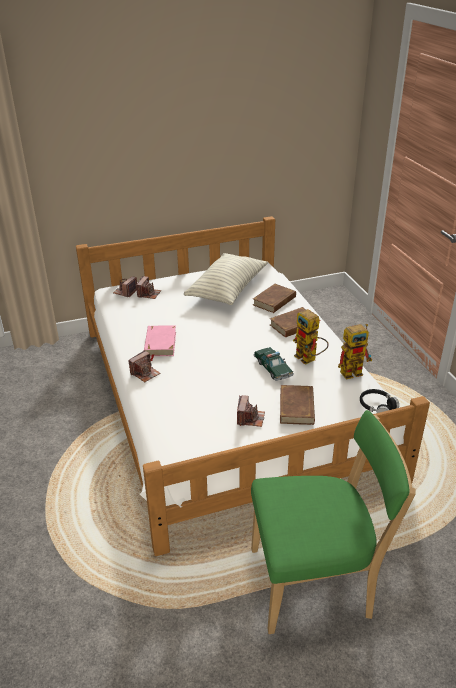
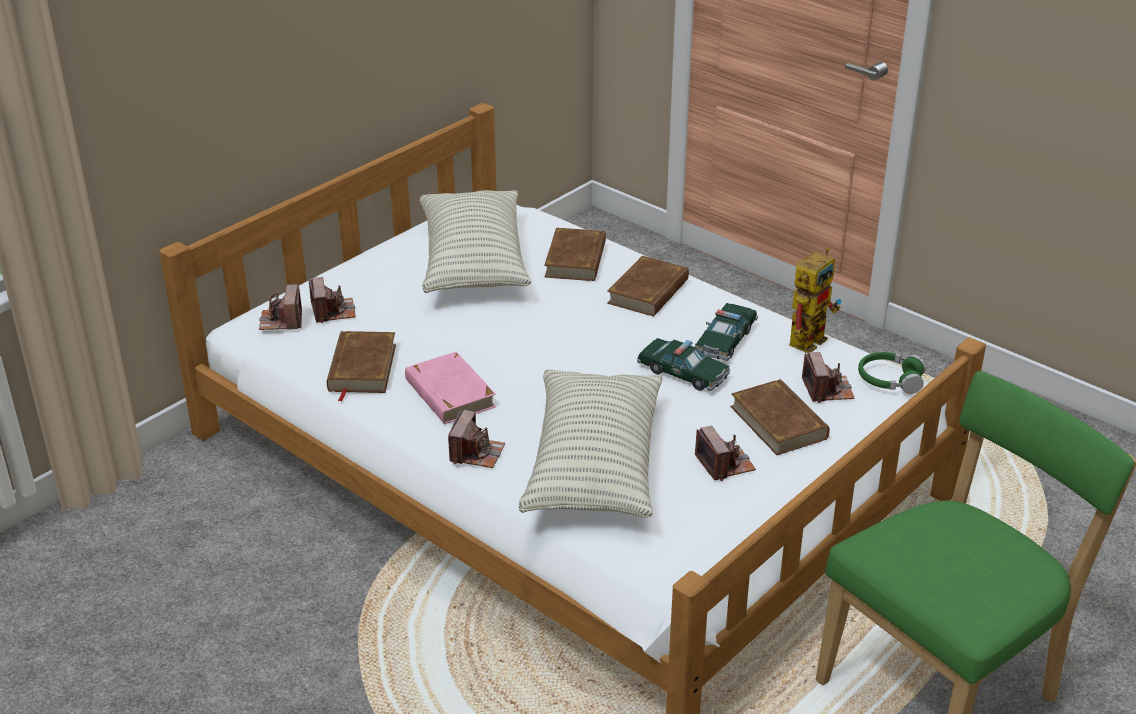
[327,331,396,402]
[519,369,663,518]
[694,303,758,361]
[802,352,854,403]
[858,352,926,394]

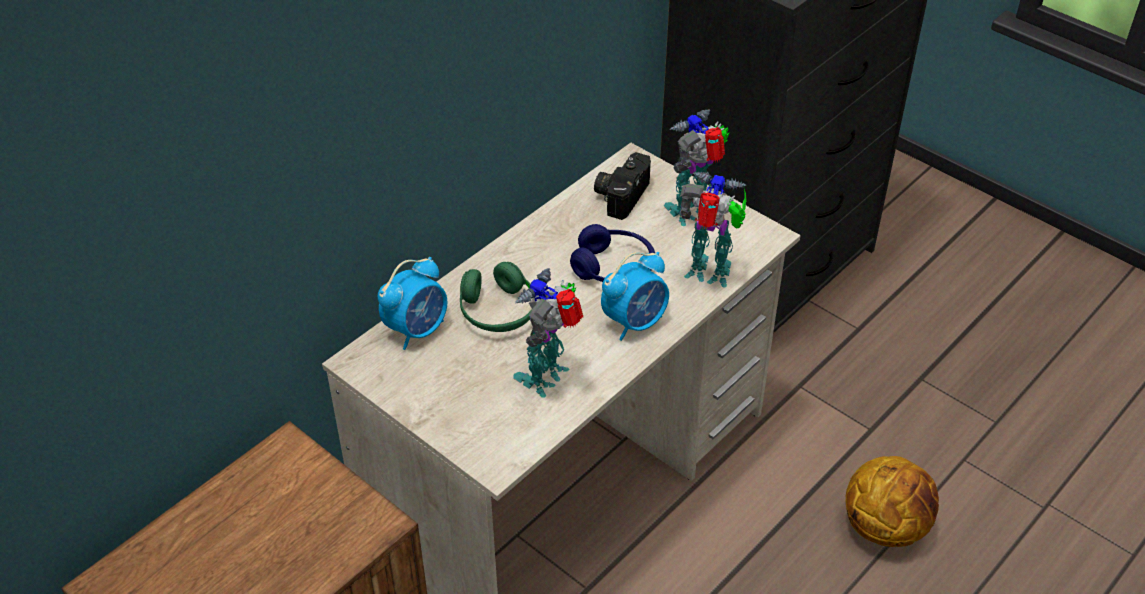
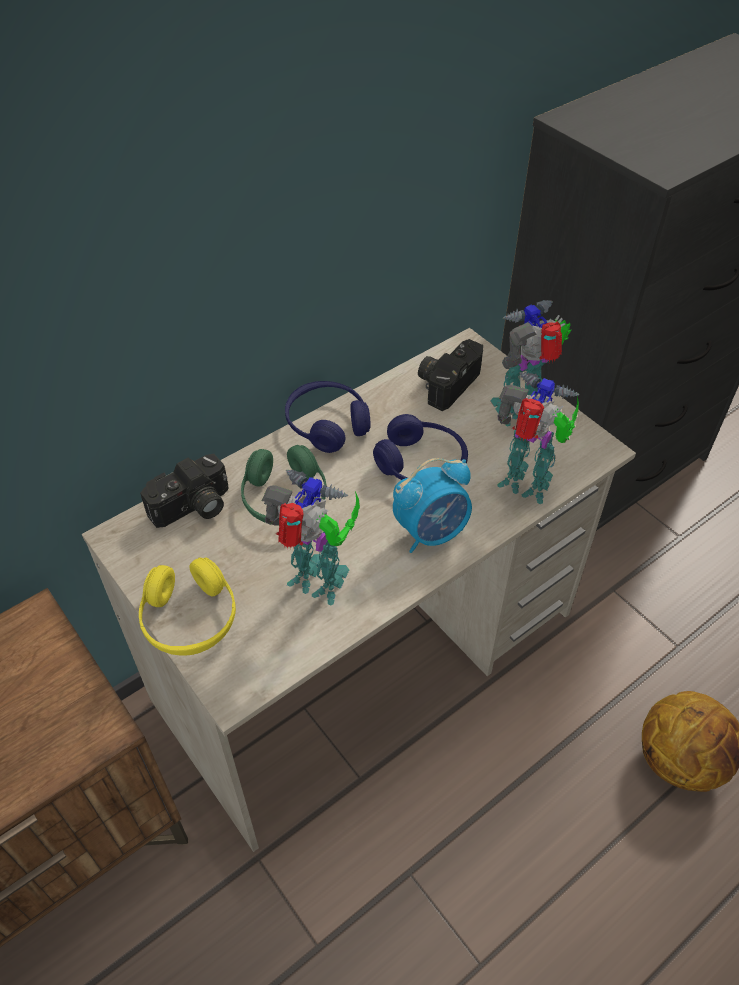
[139,557,236,656]
[140,454,229,528]
[262,470,360,605]
[285,381,371,453]

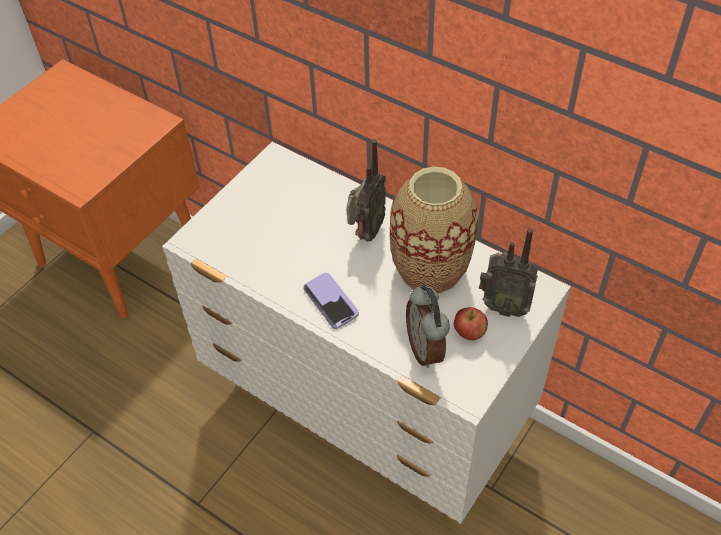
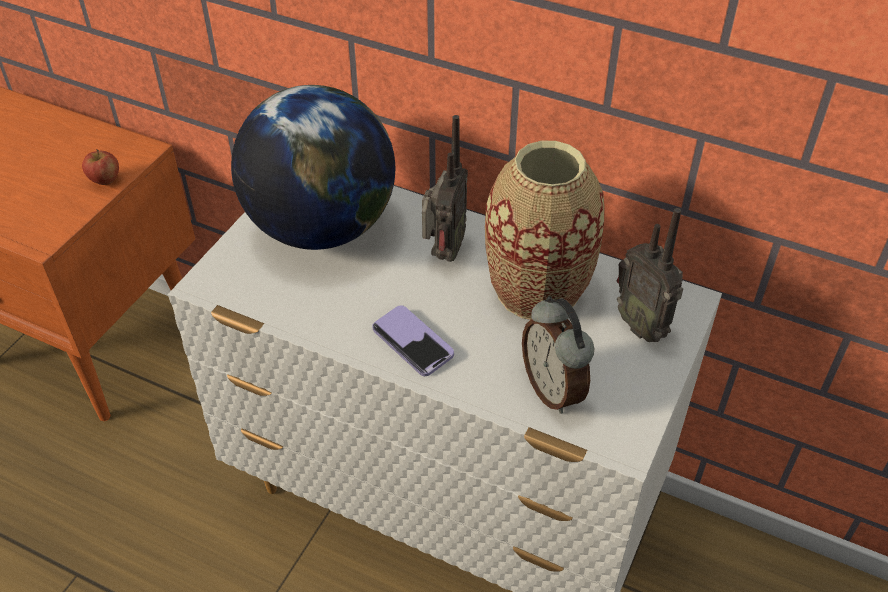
[82,149,119,185]
[231,85,395,250]
[616,208,683,342]

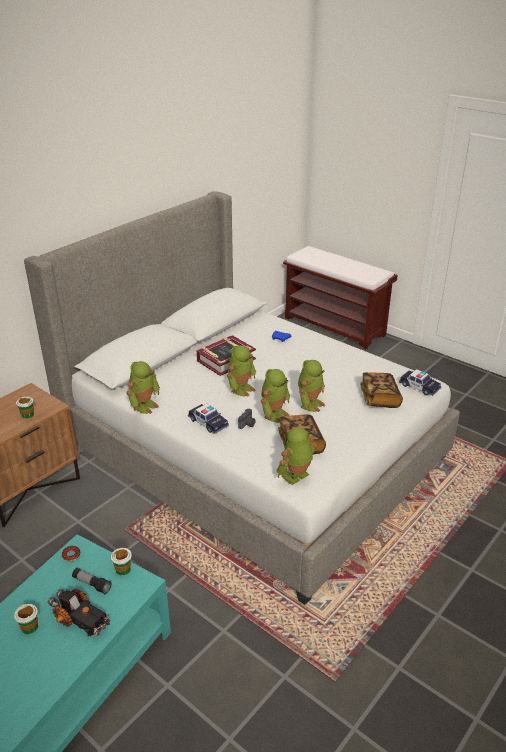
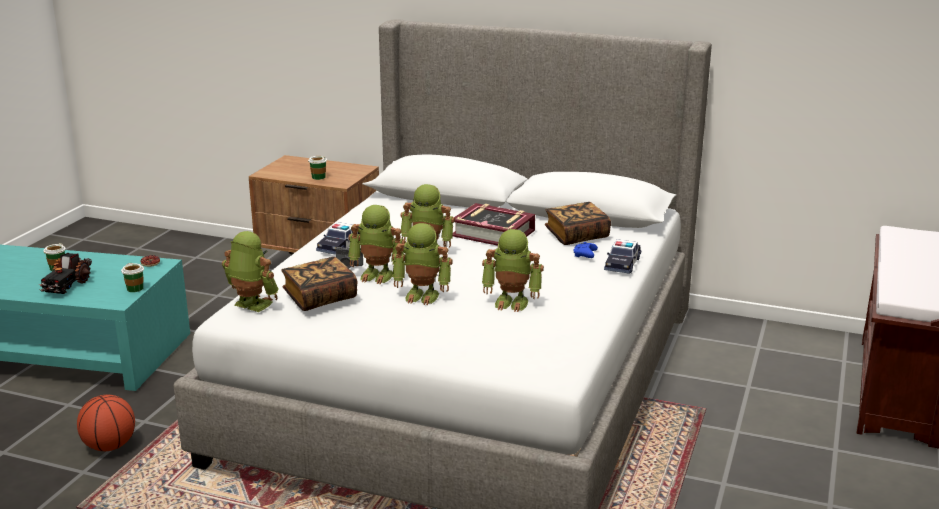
[77,395,135,451]
[482,229,544,312]
[545,202,611,245]
[604,239,641,274]
[72,568,112,594] (first image)

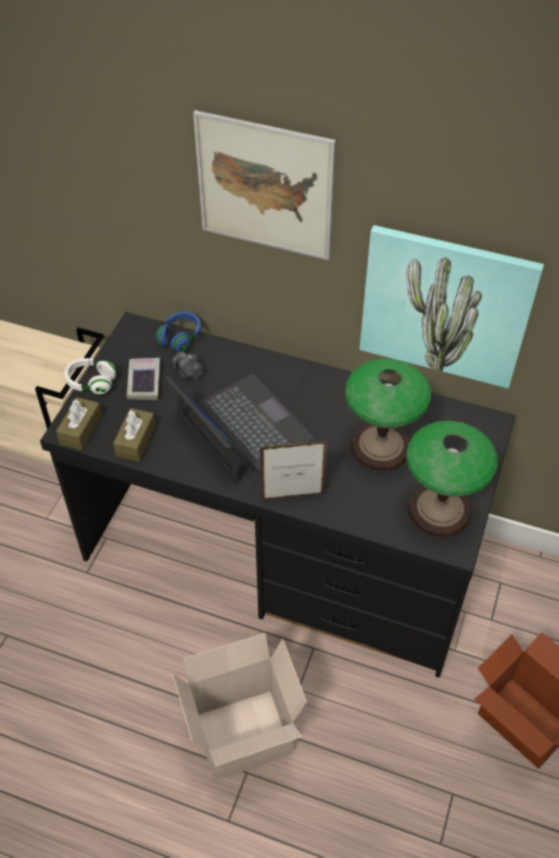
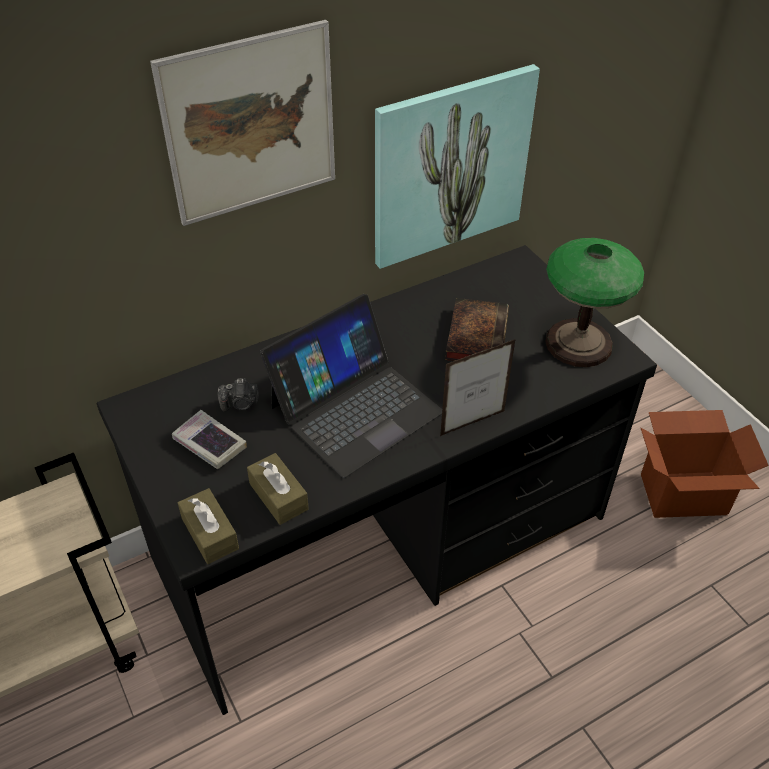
[260,294,442,478]
[440,339,516,436]
[445,298,509,361]
[65,358,117,395] (first image)
[156,311,201,352] (first image)
[172,633,307,781] (first image)

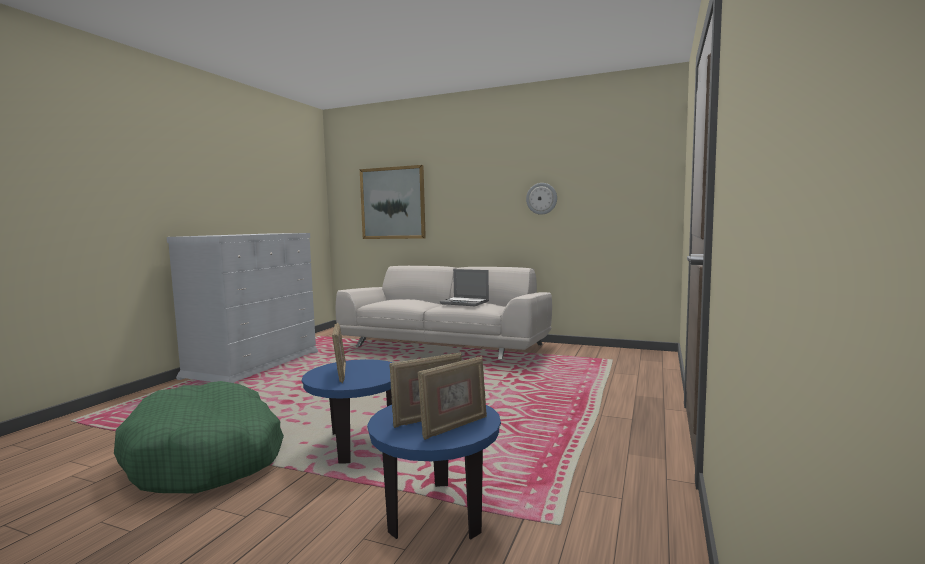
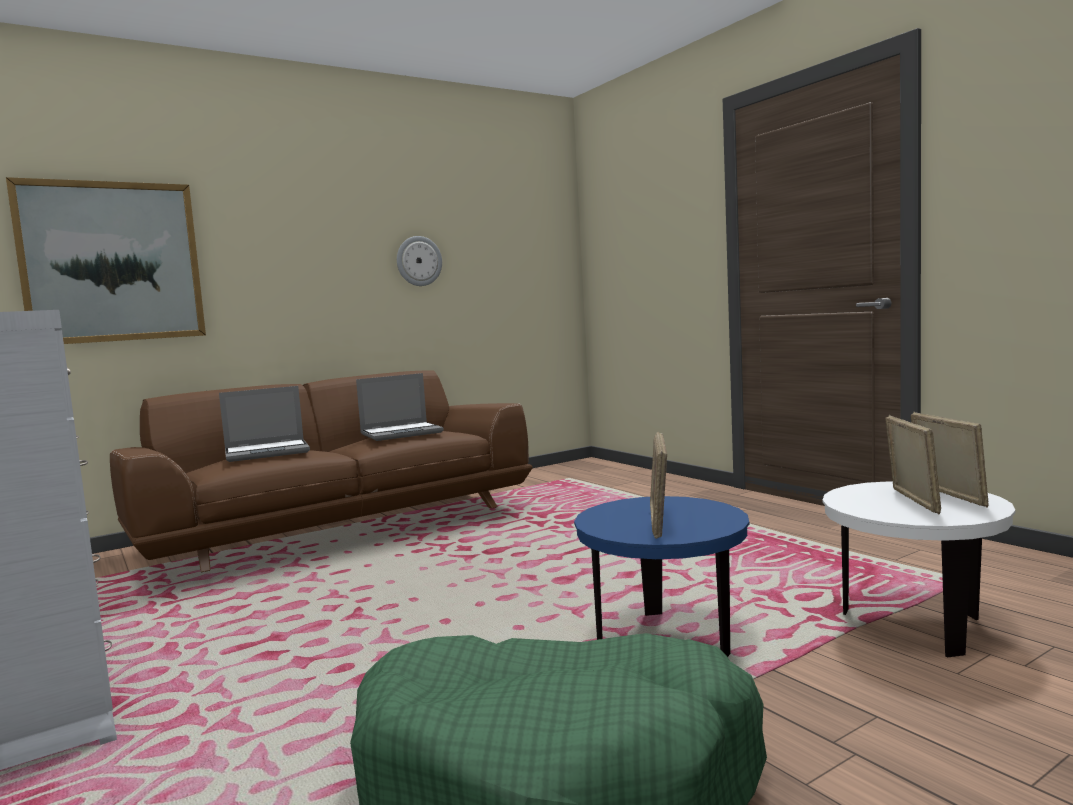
[110,370,533,572]
[219,386,310,462]
[650,432,667,539]
[823,481,1016,658]

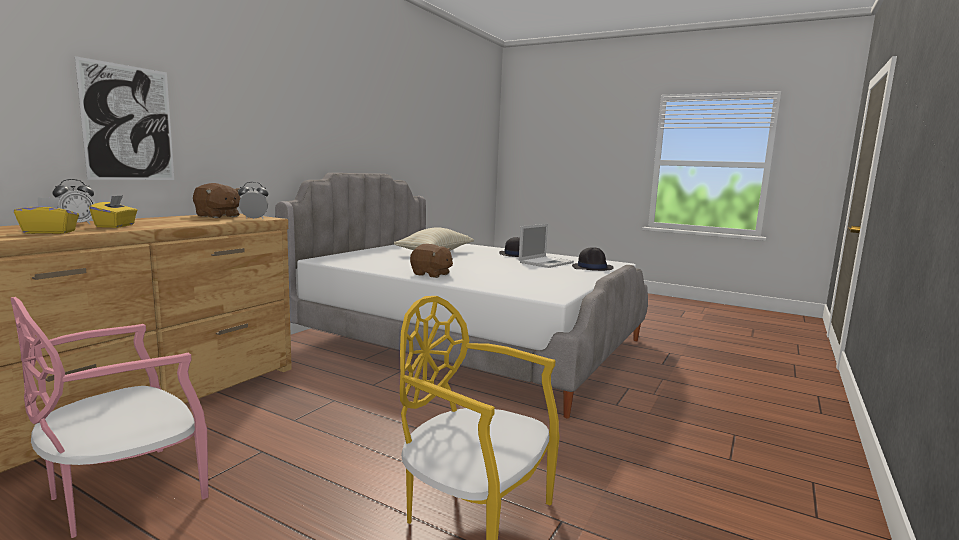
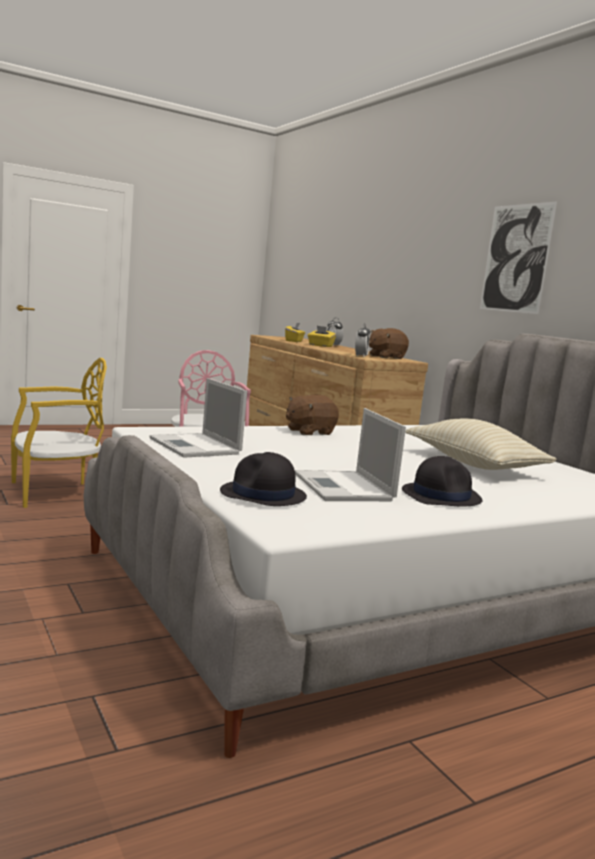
[150,378,247,458]
[480,201,557,314]

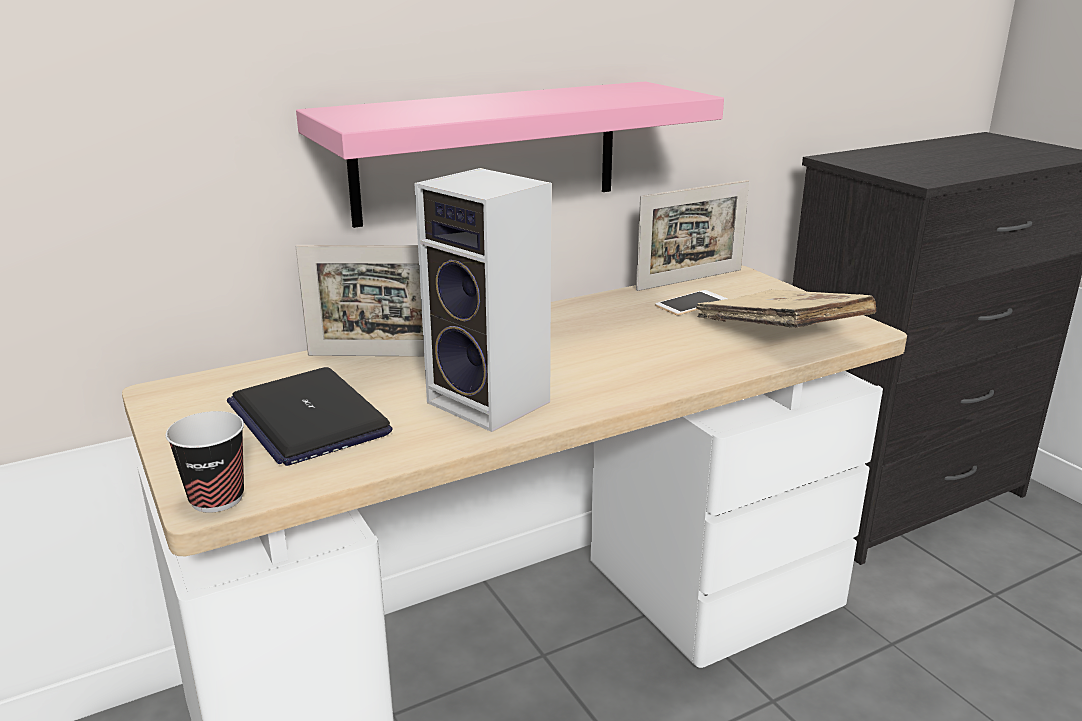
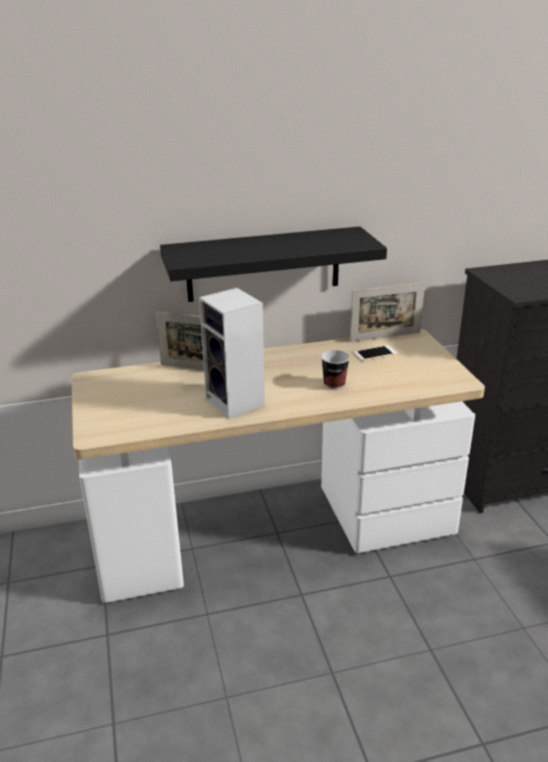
[160,227,387,302]
[321,350,350,390]
[227,367,392,466] (first image)
[696,289,876,328] (first image)

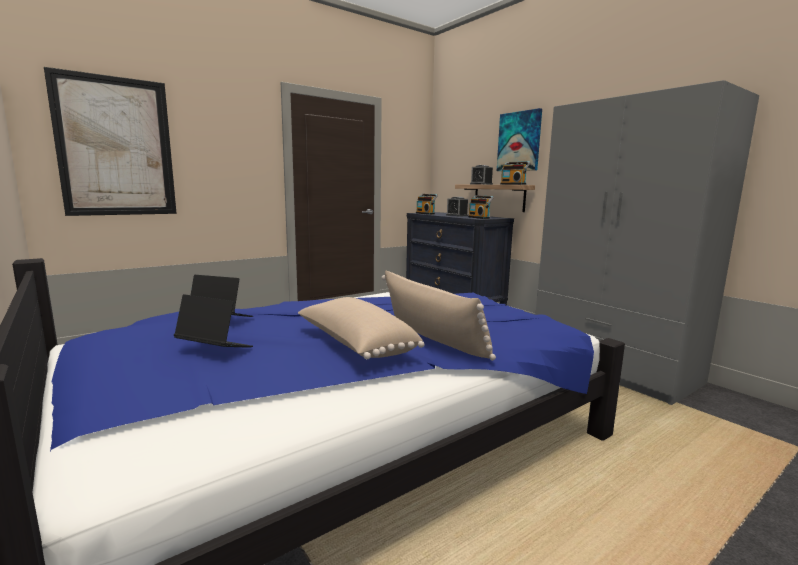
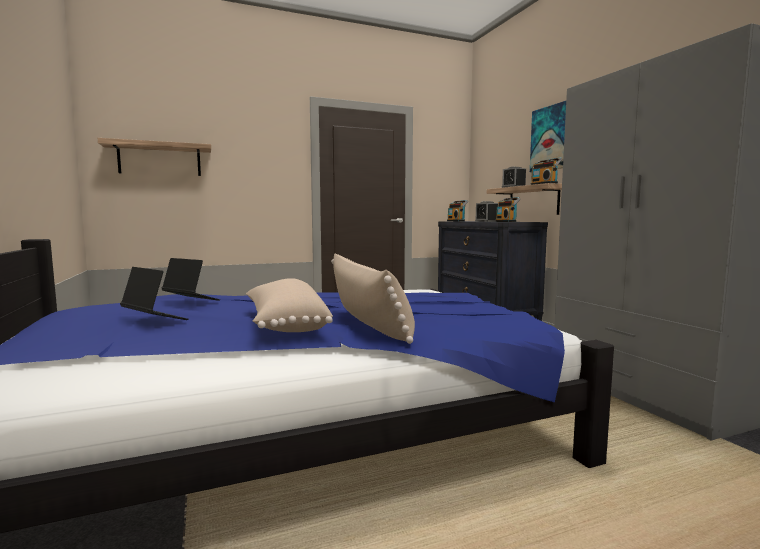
[98,138,211,176]

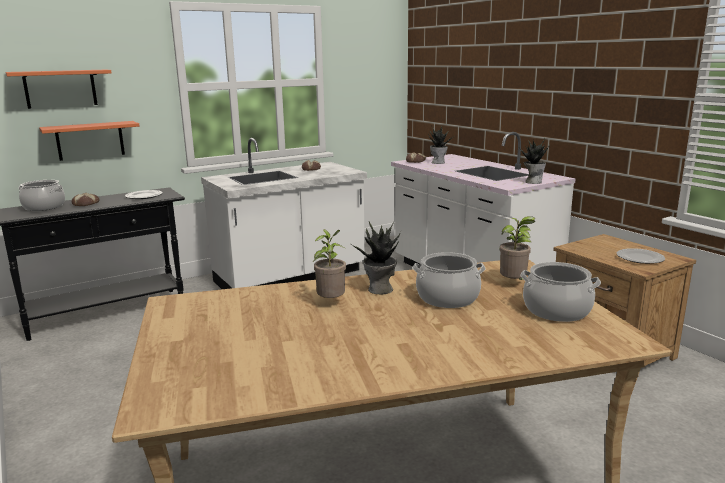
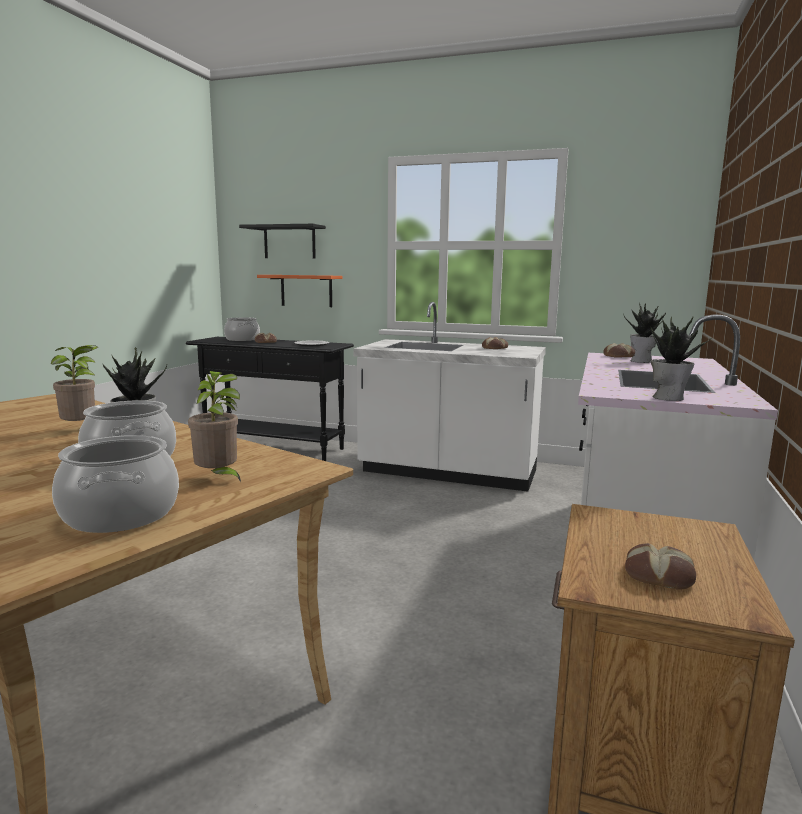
[239,224,326,258]
[625,543,696,590]

